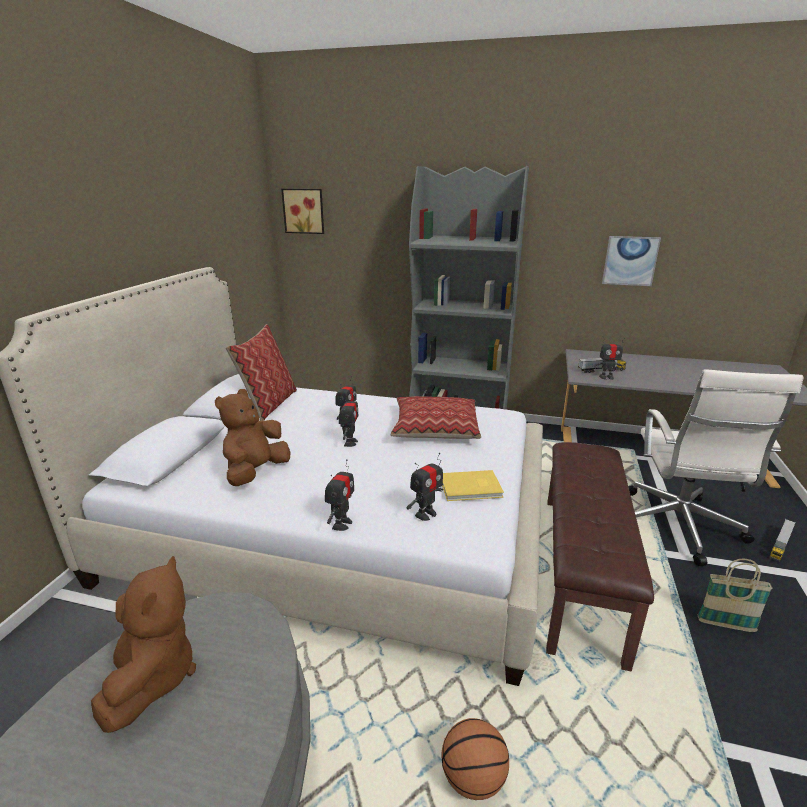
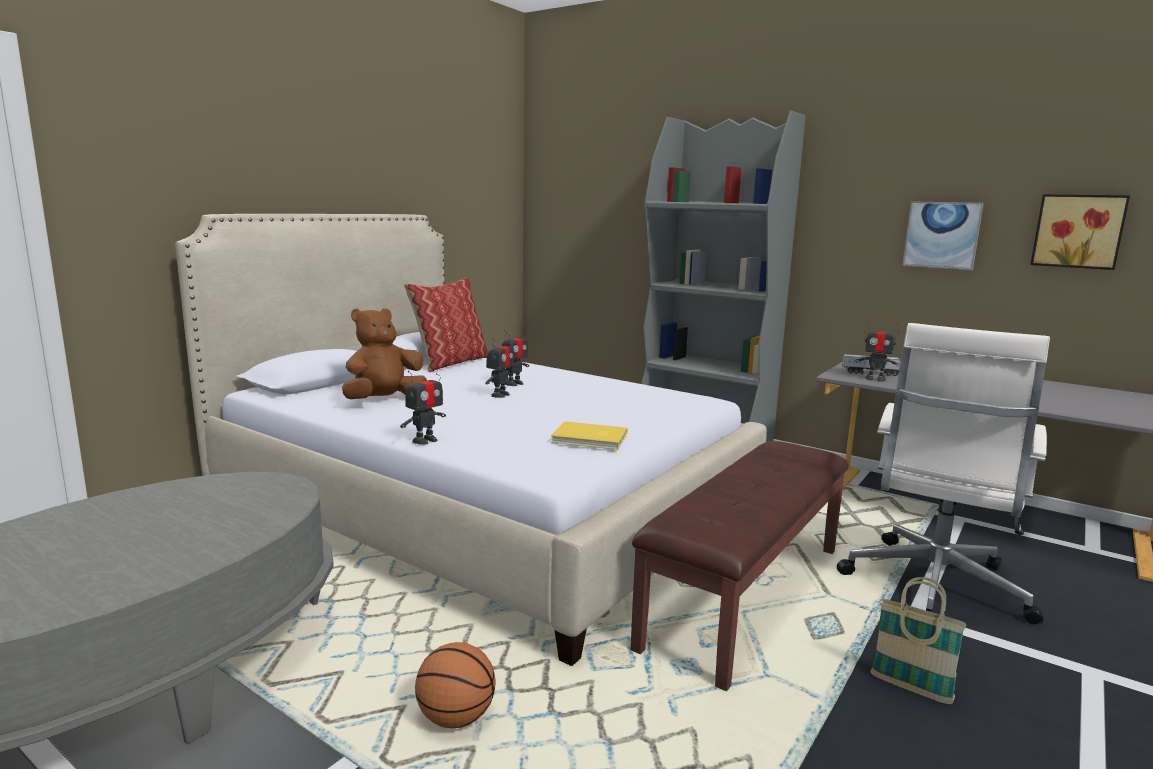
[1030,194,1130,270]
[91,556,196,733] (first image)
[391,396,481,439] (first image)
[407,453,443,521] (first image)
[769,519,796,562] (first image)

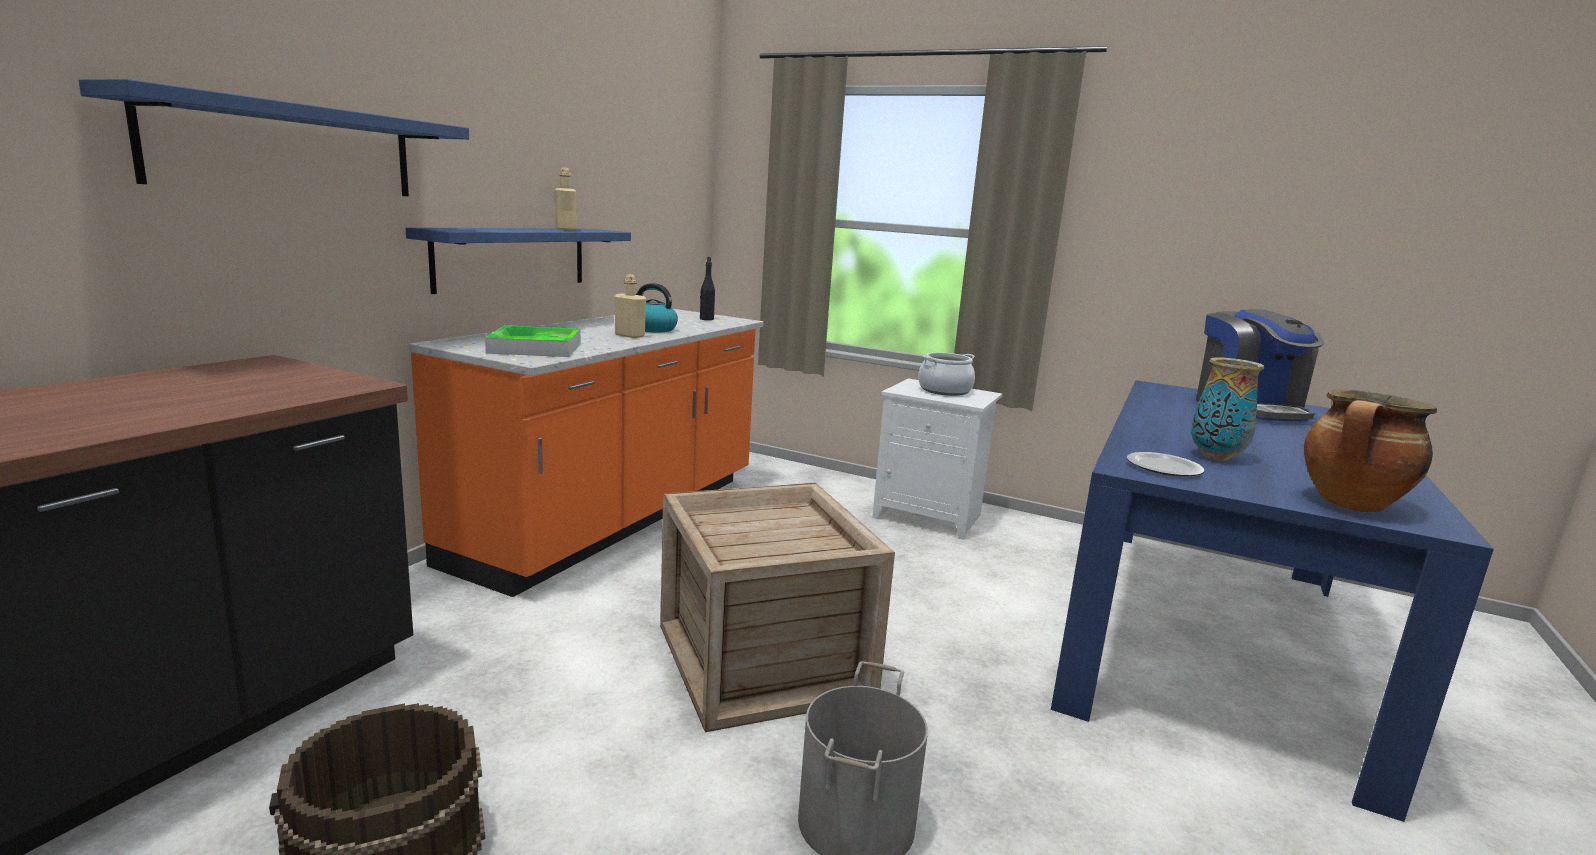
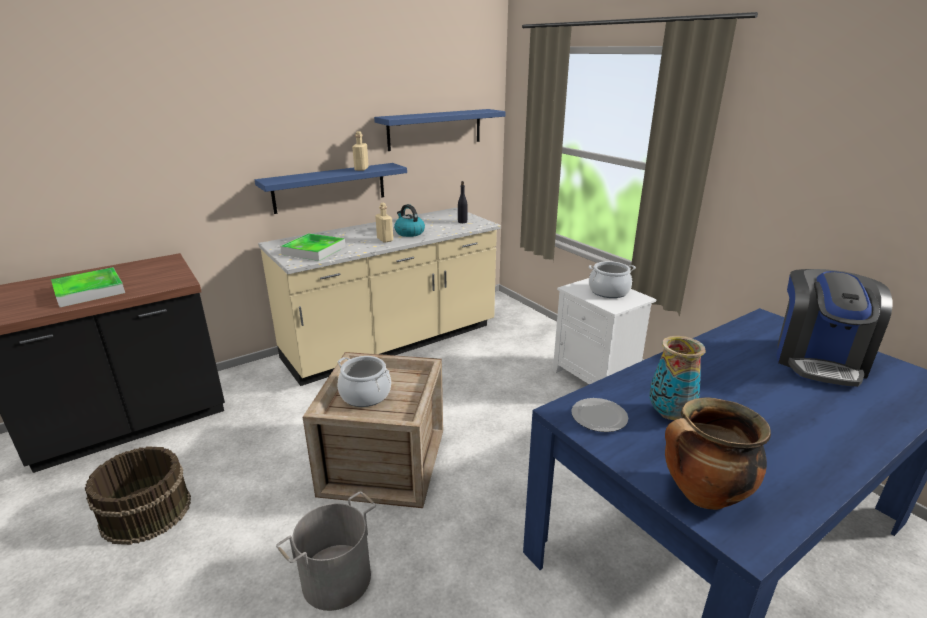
[51,267,125,307]
[258,208,501,386]
[337,356,391,407]
[374,109,506,151]

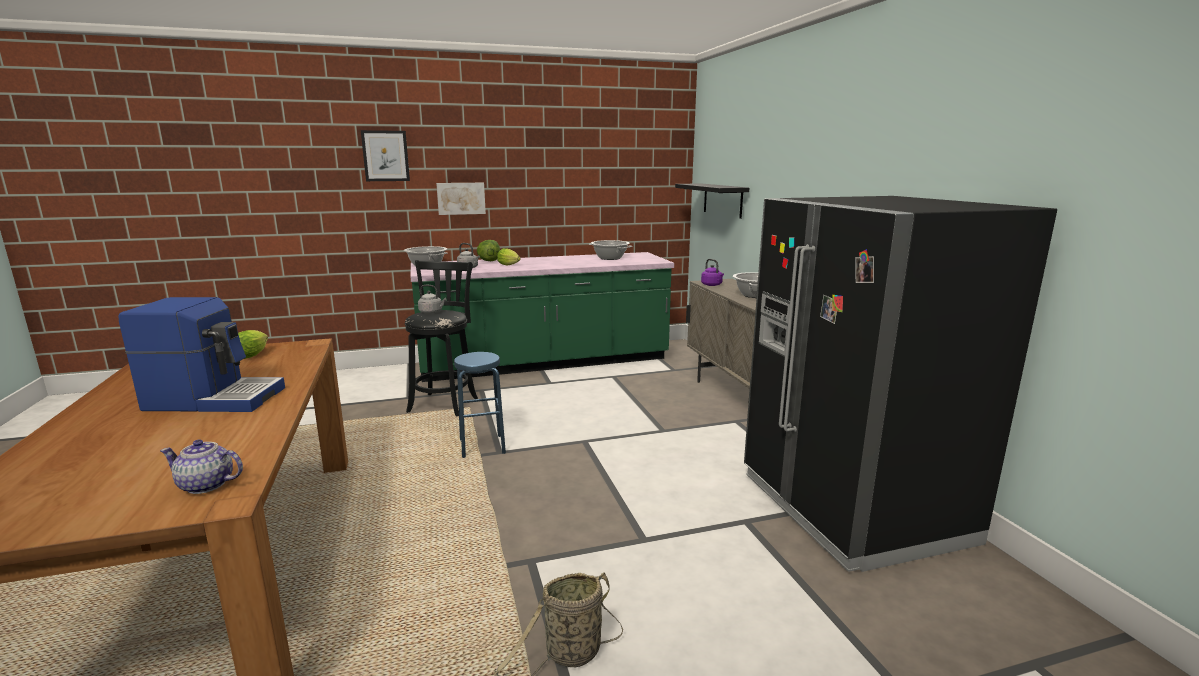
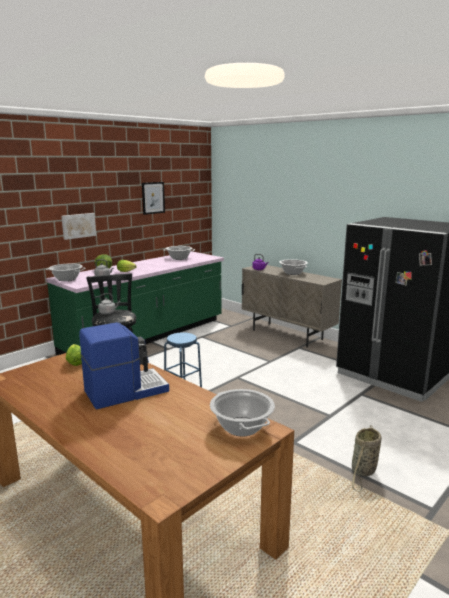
[142,182,165,215]
[210,389,275,437]
[675,183,749,219] (first image)

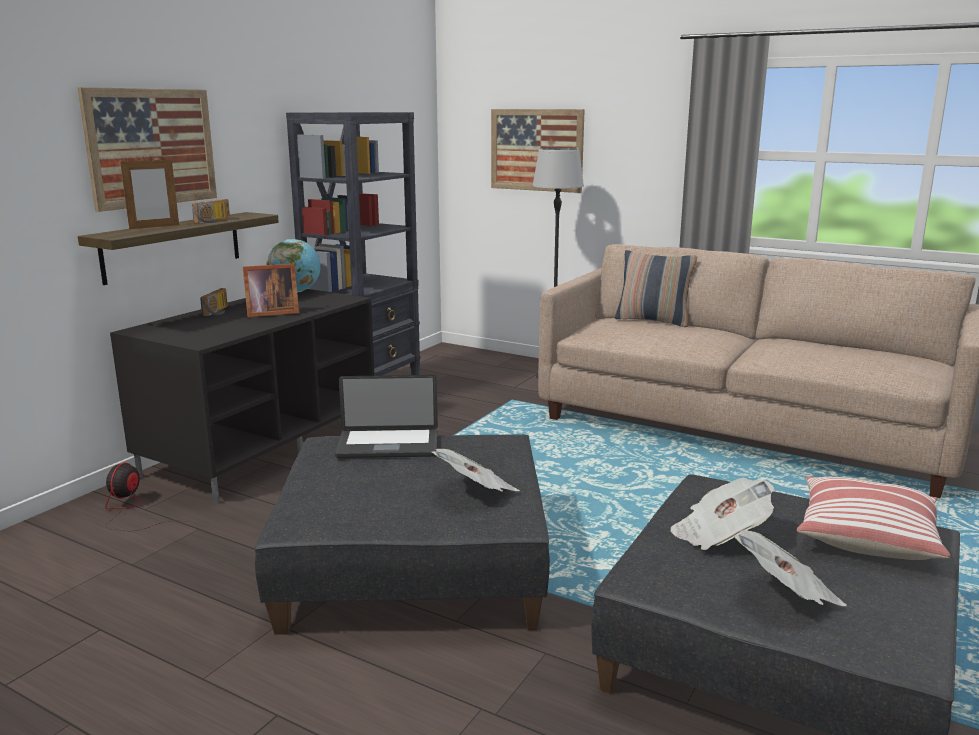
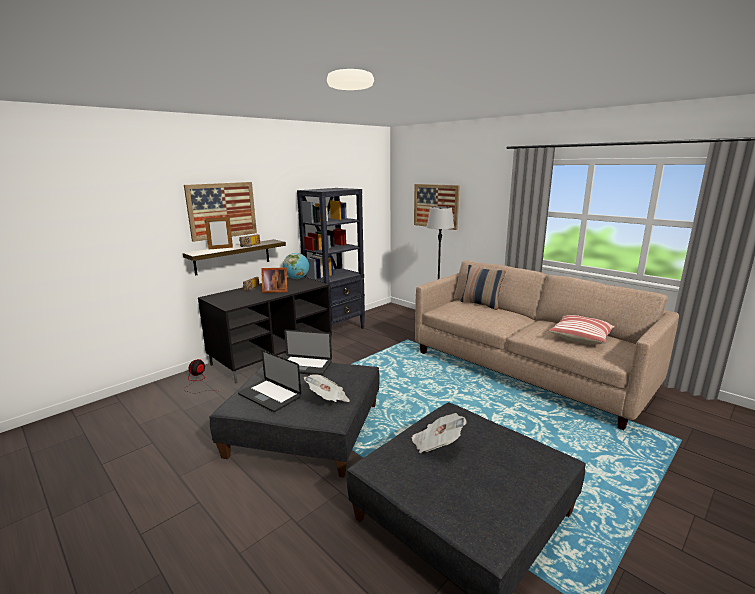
[238,350,301,412]
[548,315,615,345]
[734,530,847,606] (first image)

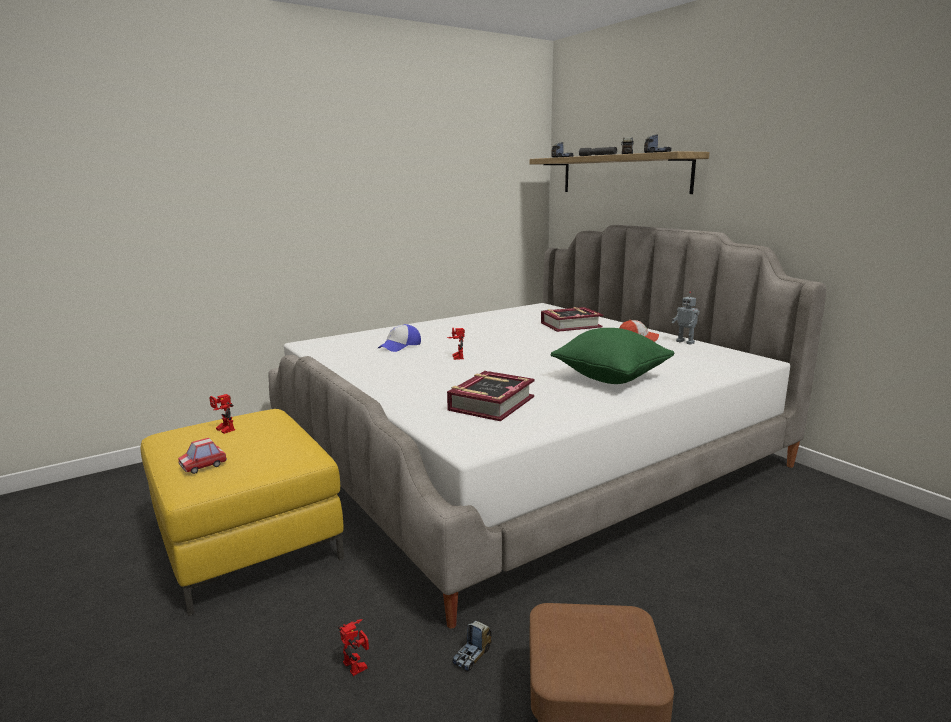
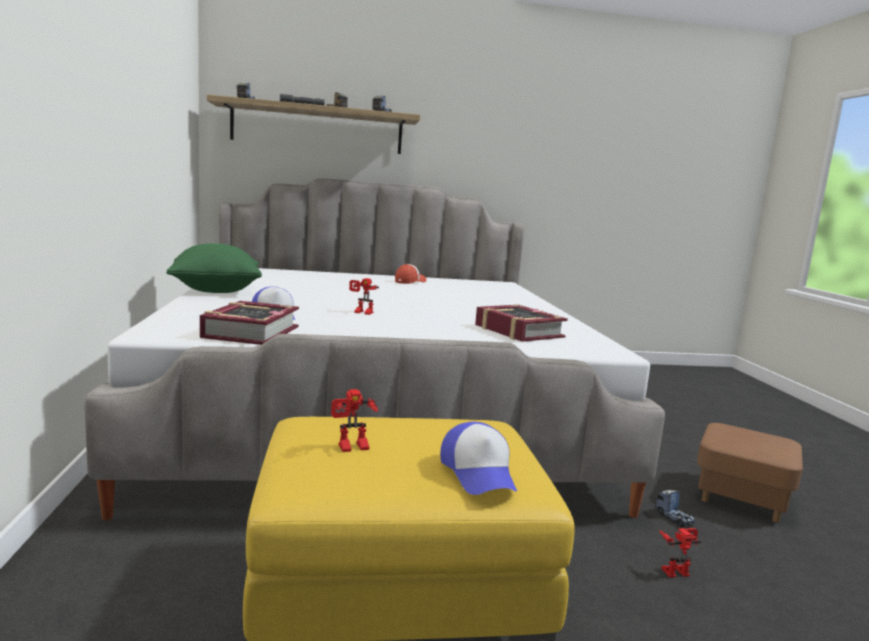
[166,243,262,293]
[200,301,299,345]
[440,422,517,495]
[672,292,700,345] (first image)

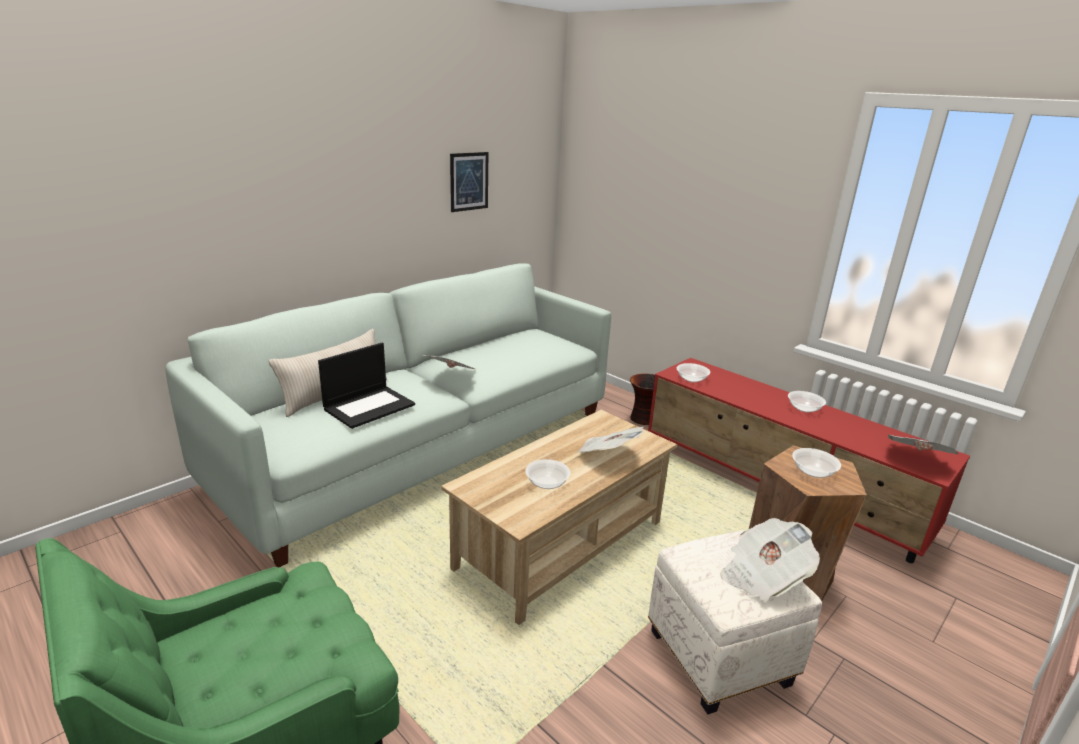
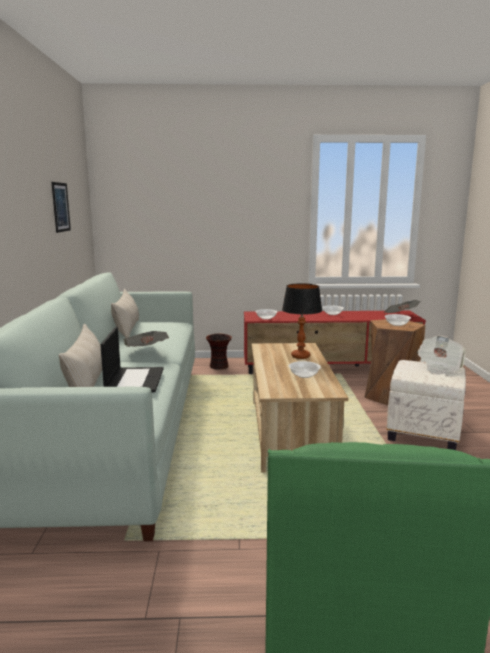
[111,289,139,338]
[282,283,322,359]

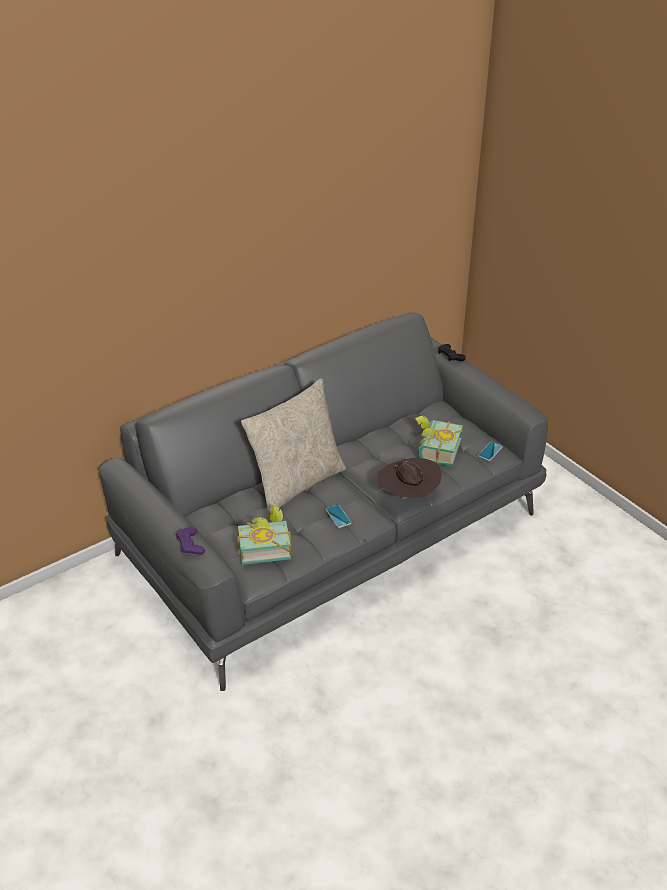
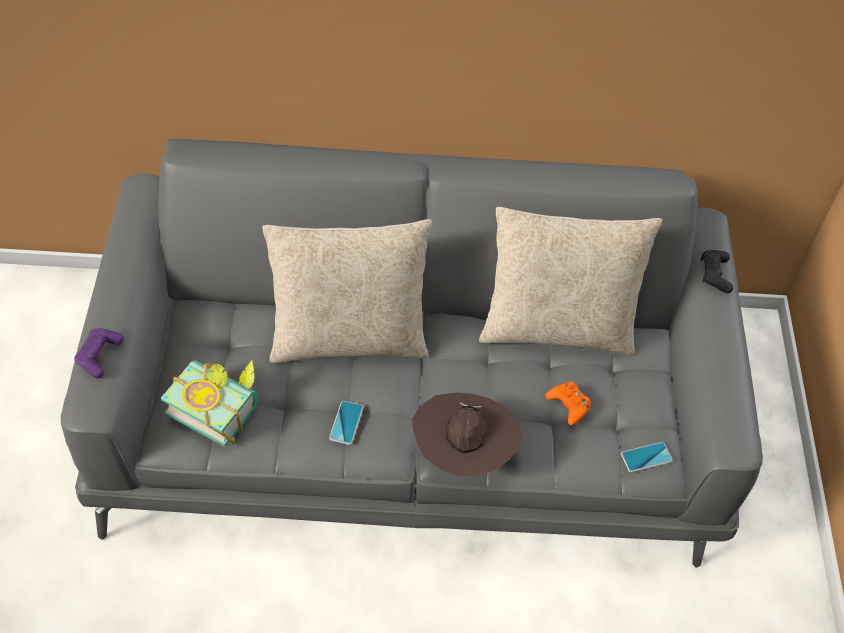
[479,207,662,355]
[545,381,591,426]

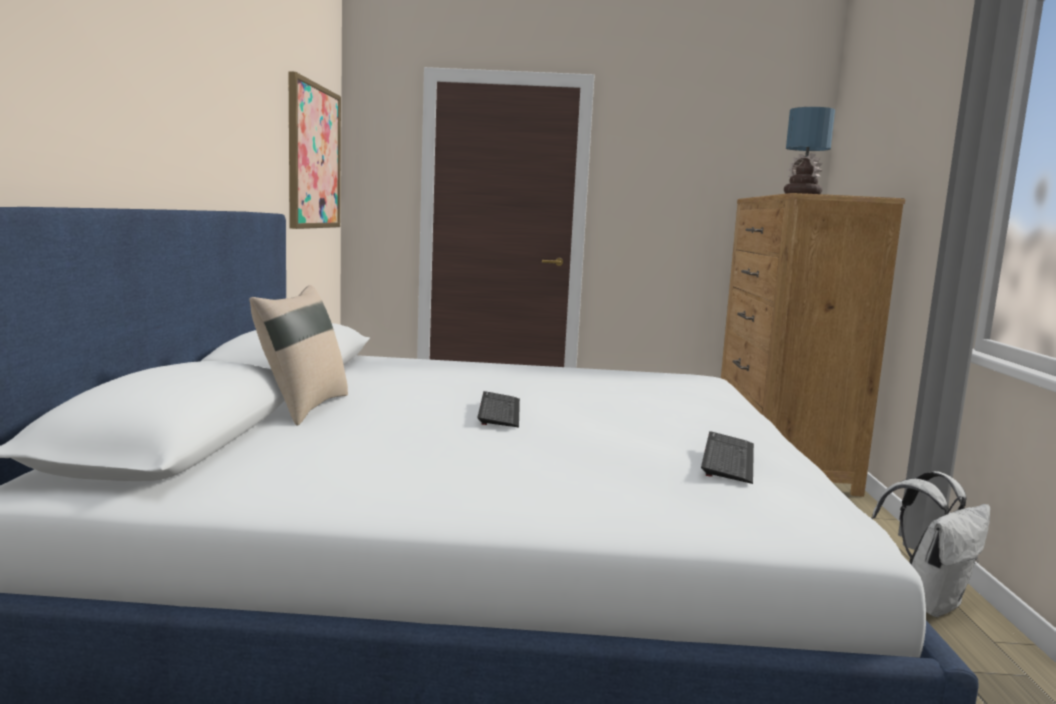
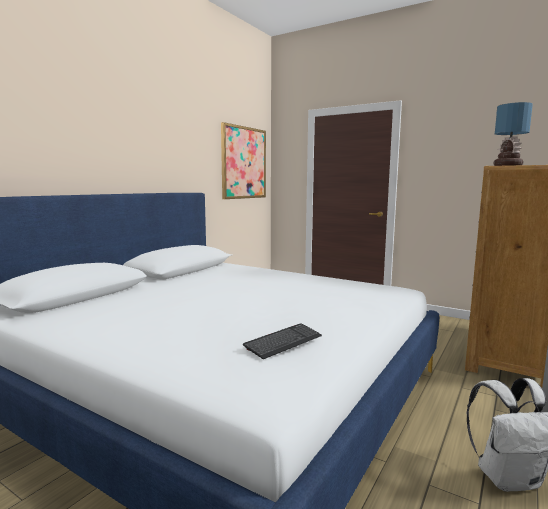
[249,285,348,426] (first image)
[478,391,520,428] (first image)

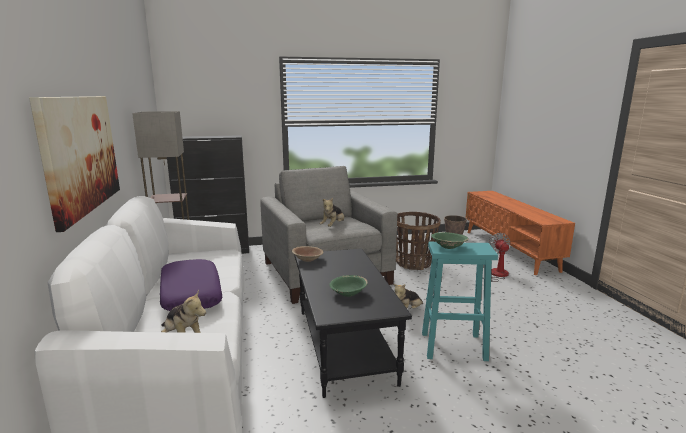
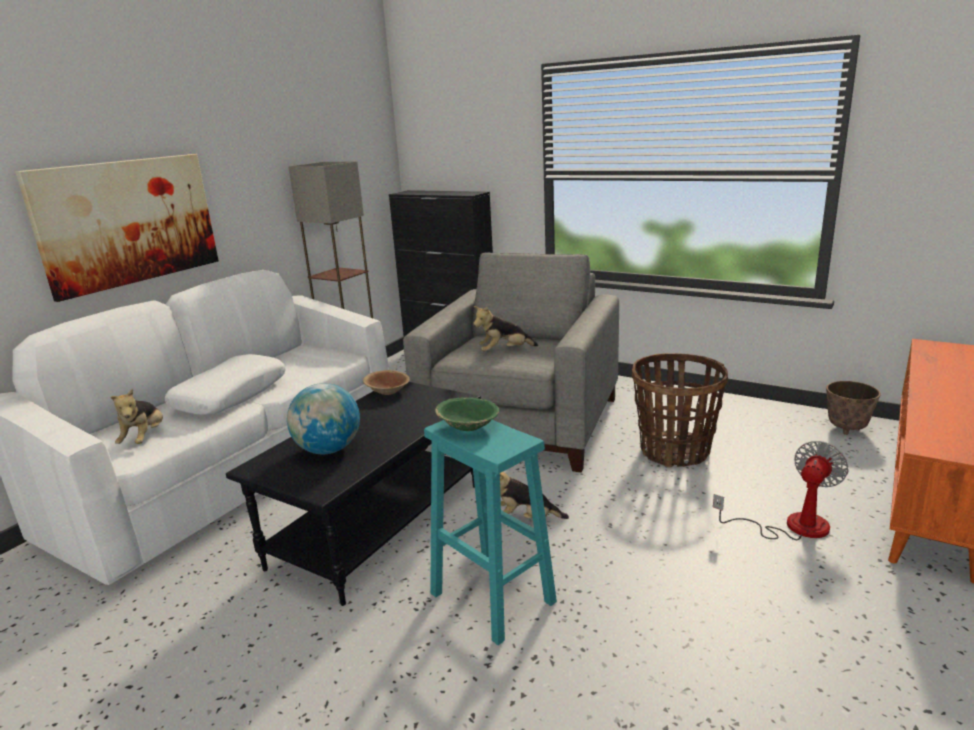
[165,354,286,415]
[287,383,360,454]

